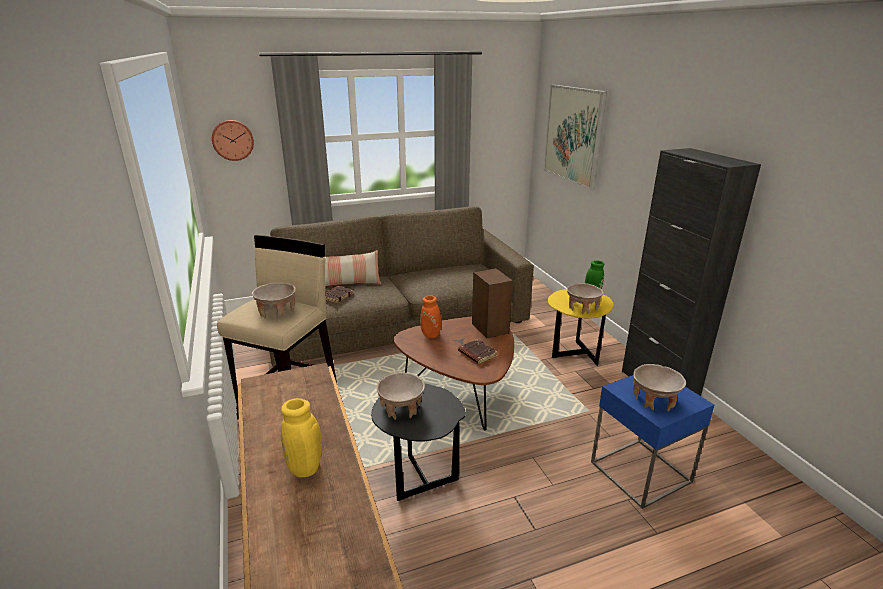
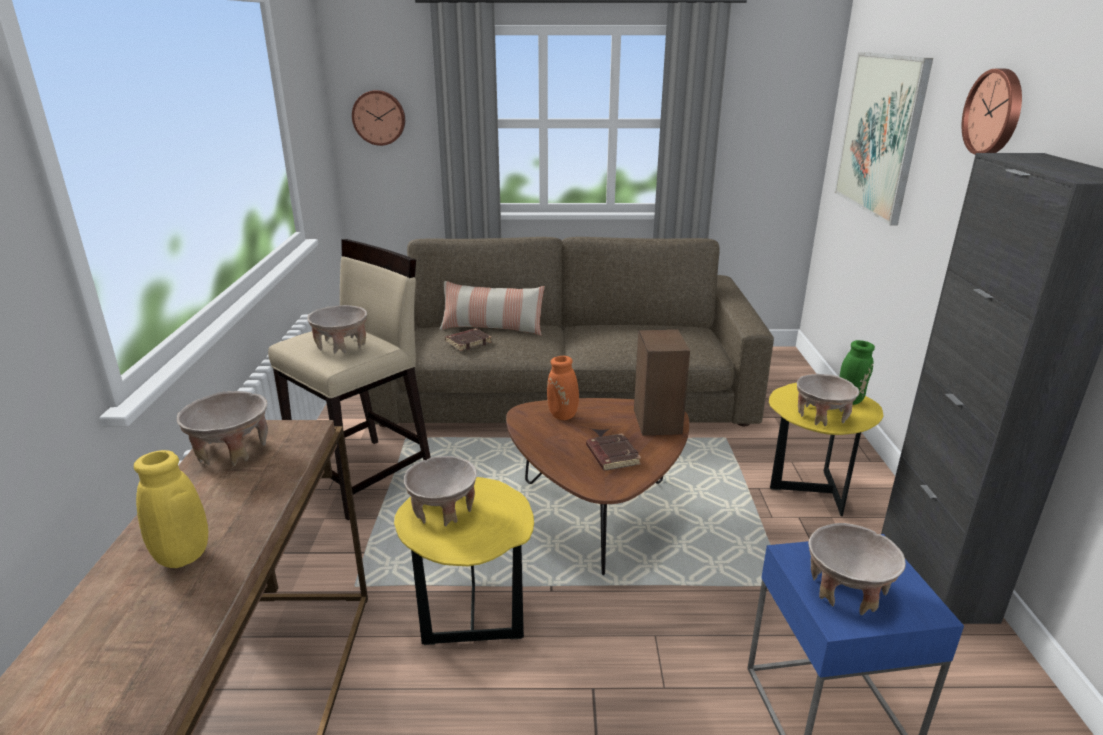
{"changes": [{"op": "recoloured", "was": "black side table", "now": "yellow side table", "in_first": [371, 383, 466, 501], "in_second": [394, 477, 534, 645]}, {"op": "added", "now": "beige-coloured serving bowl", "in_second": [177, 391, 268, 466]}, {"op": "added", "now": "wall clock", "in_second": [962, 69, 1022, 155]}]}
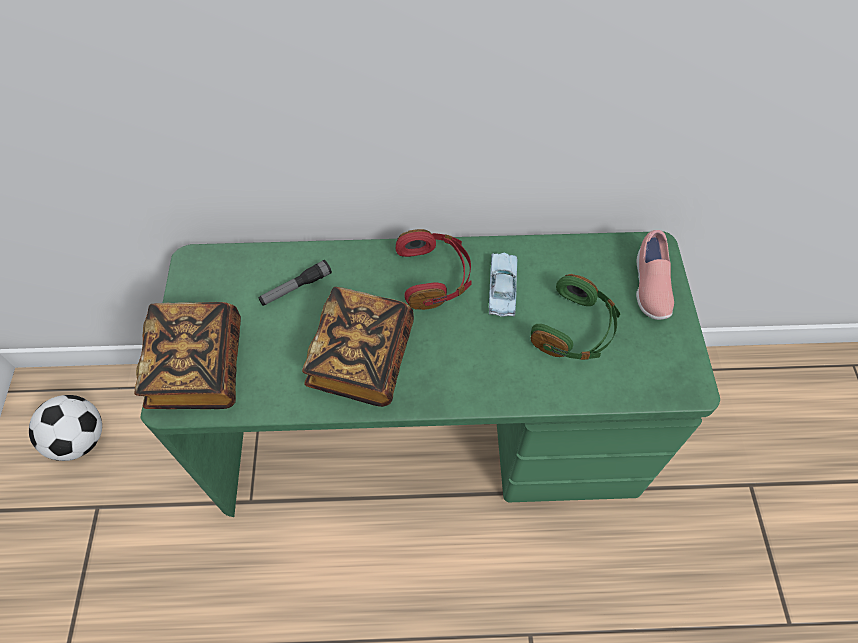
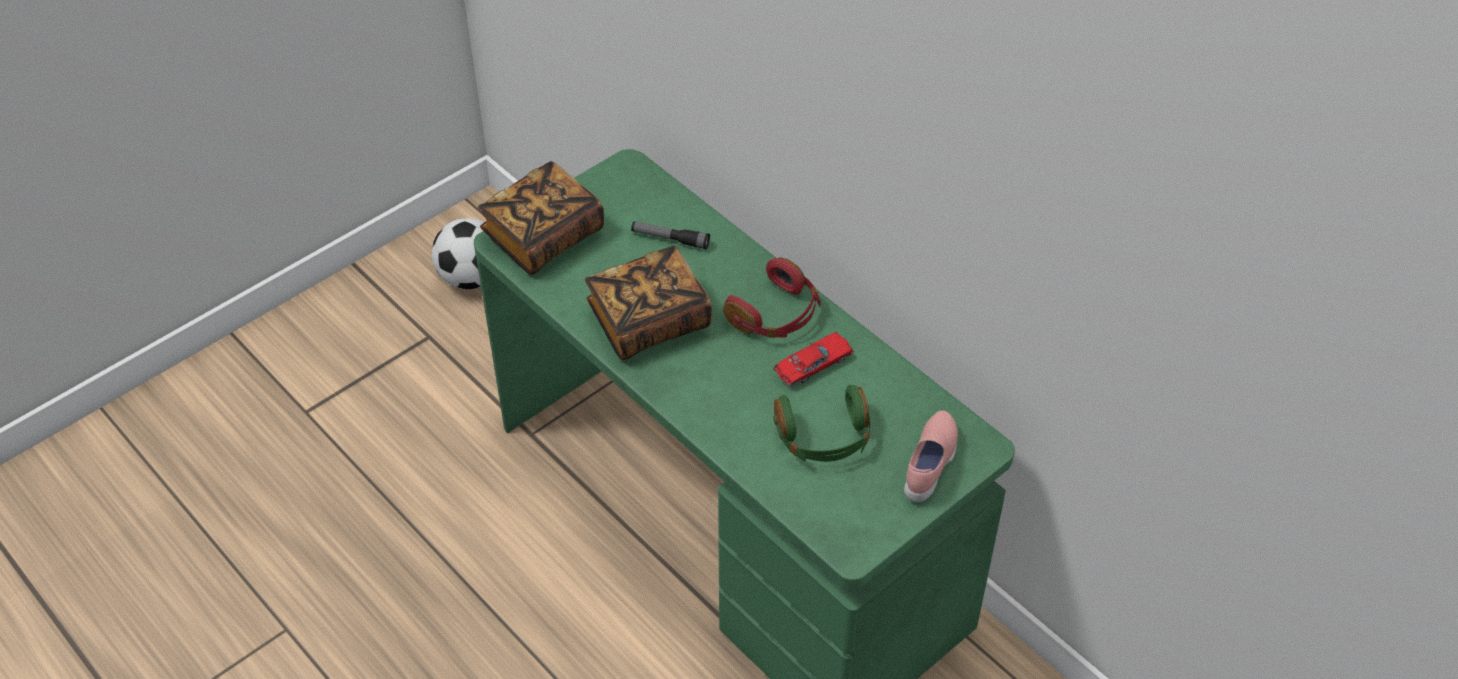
{"changes": [{"op": "recoloured", "was": "bluish toy car", "now": "reddish toy car", "in_first": [489, 253, 517, 317], "in_second": [773, 332, 854, 387]}, {"op": "turned", "was": "pinkish low shoe", "in_first": [636, 230, 674, 320], "in_second": [904, 410, 958, 502], "clockwise": 150}]}
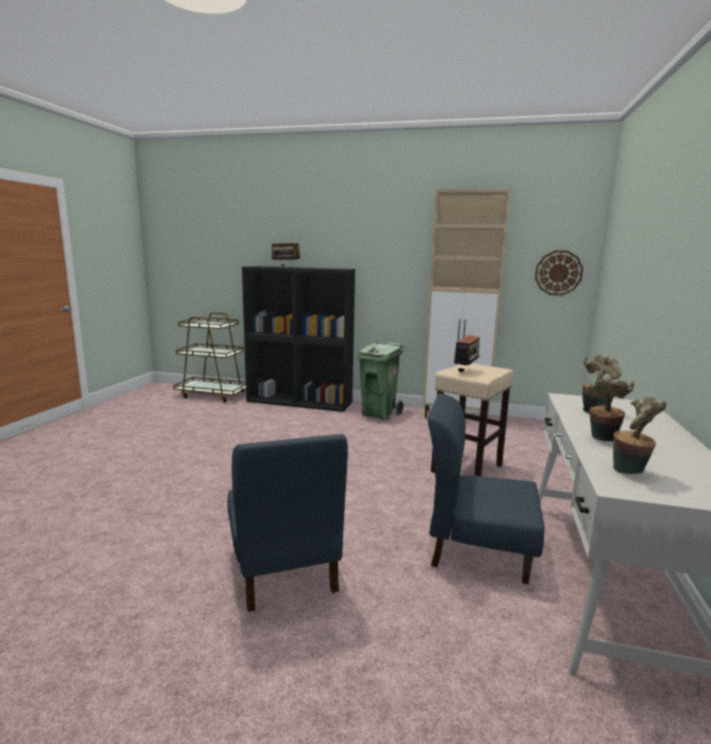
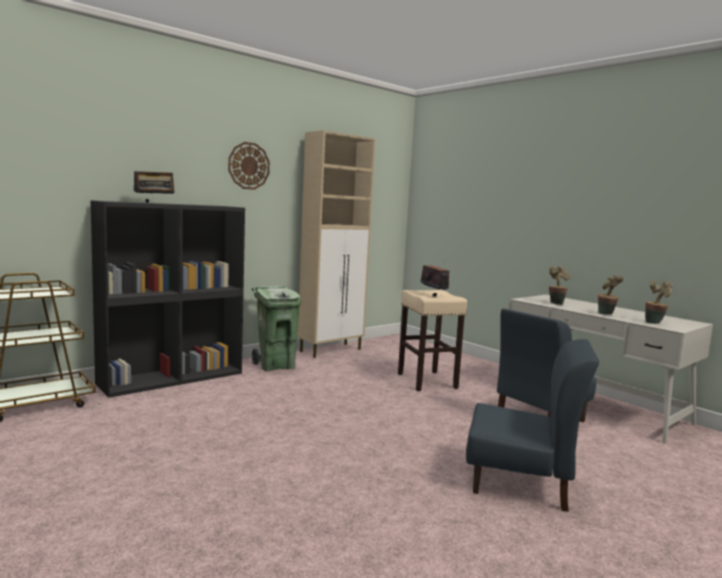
{"changes": [{"op": "moved", "was": "wall clock", "in_first": [535, 250, 583, 296], "in_second": [228, 142, 270, 190]}]}
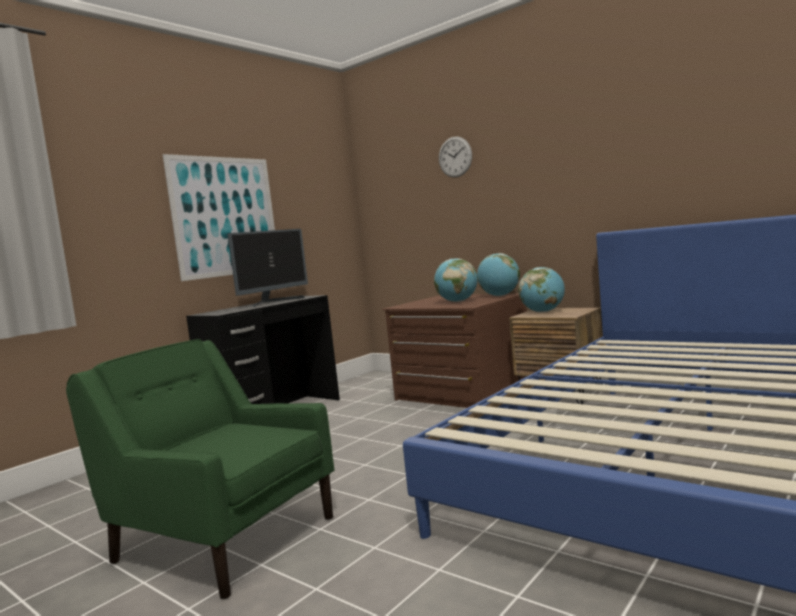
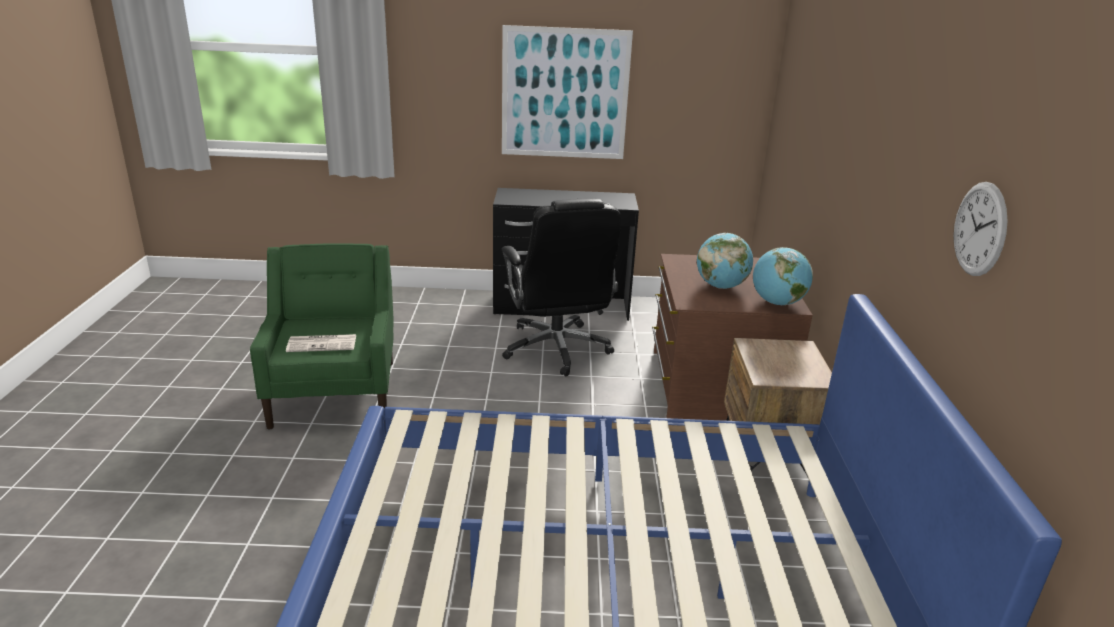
{"changes": [{"op": "removed", "was": "computer display", "in_first": [228, 229, 308, 307]}, {"op": "moved", "was": "wall clock", "in_first": [439, 136, 472, 178], "in_second": [954, 182, 1008, 276]}, {"op": "removed", "was": "globe", "in_first": [518, 267, 565, 313]}, {"op": "added", "now": "daily paper", "in_second": [286, 334, 356, 352]}, {"op": "added", "now": "black computer chair", "in_second": [502, 198, 621, 376]}]}
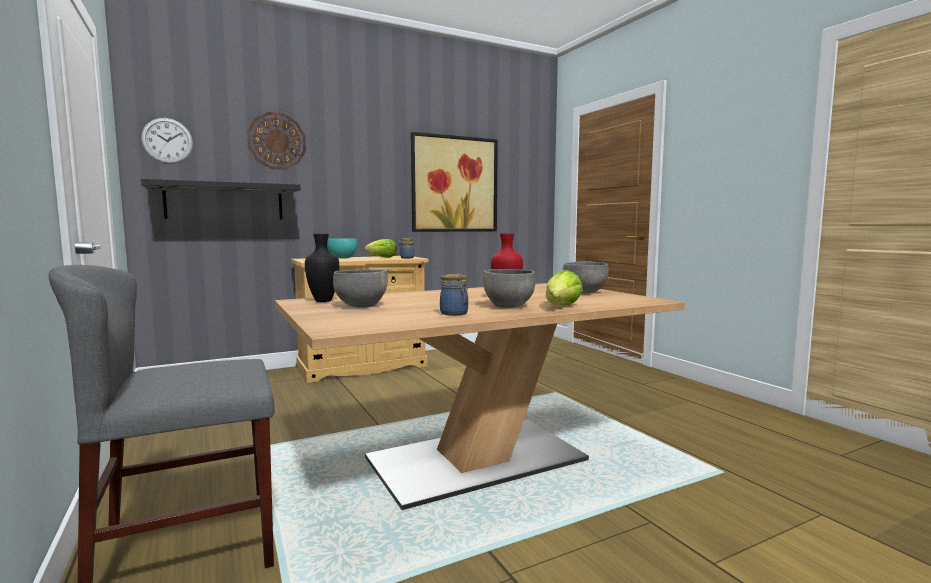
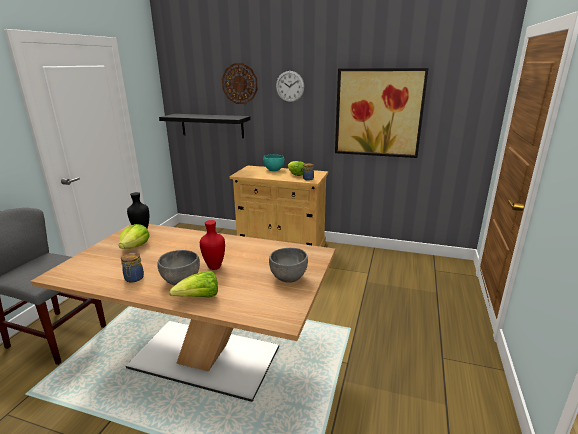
{"changes": [{"op": "moved", "was": "wall clock", "in_first": [141, 118, 193, 164], "in_second": [276, 71, 304, 102]}, {"op": "replaced", "was": "grey serving bowl", "now": "head of lettuce", "in_first": [333, 269, 388, 308], "in_second": [119, 224, 150, 249]}]}
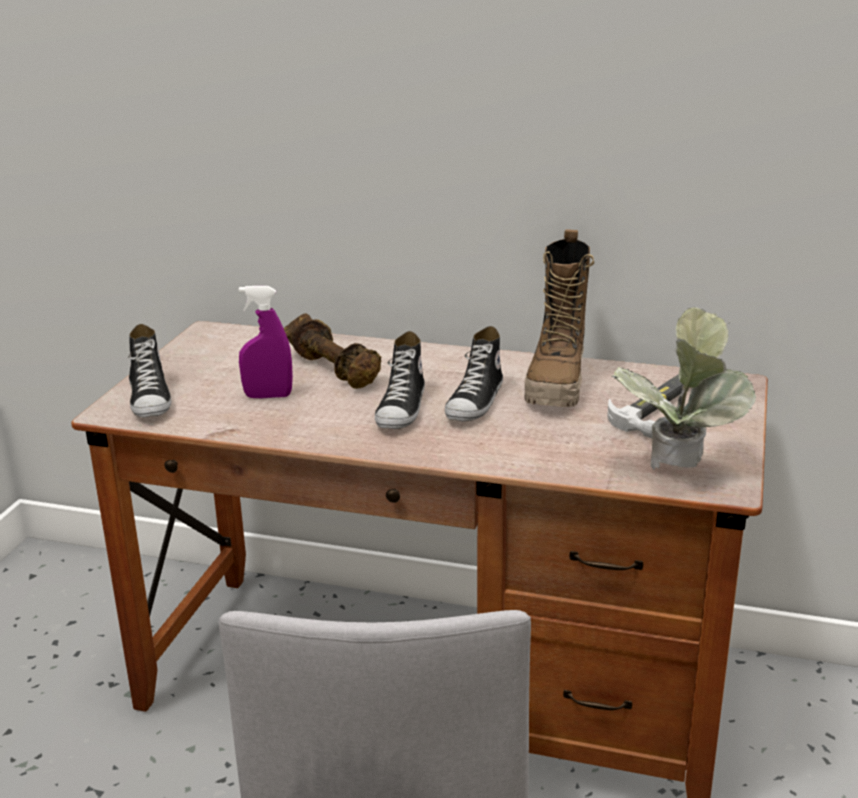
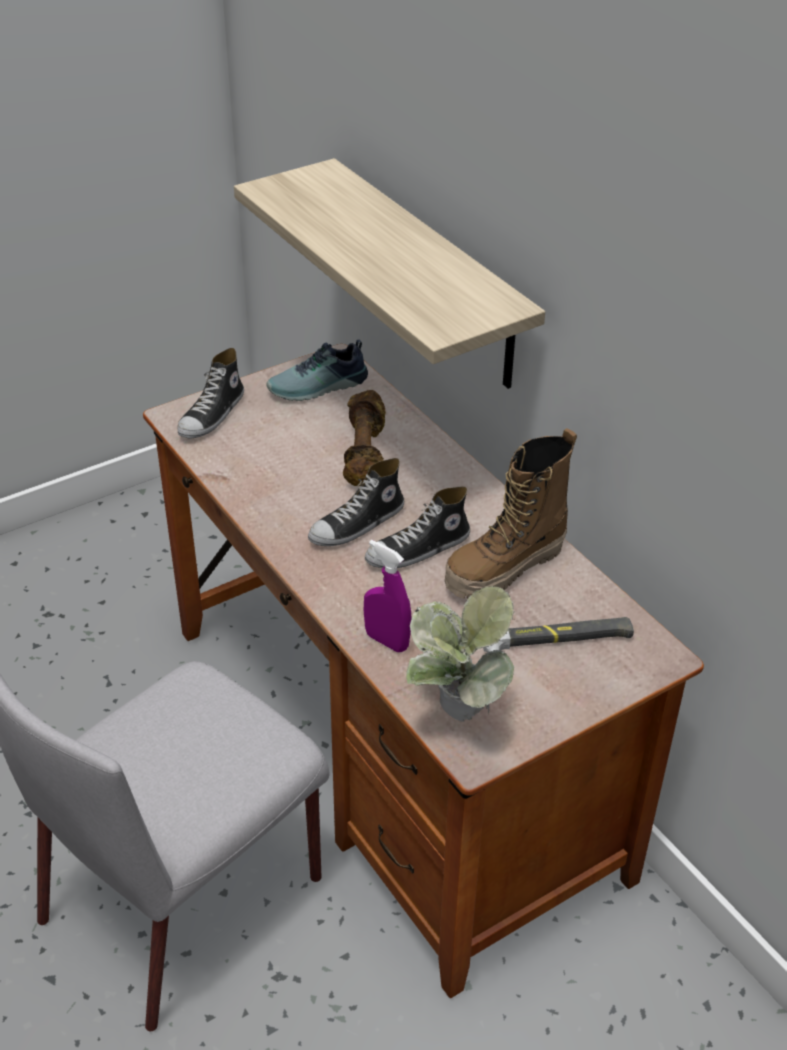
{"changes": [{"op": "moved", "was": "purple hand sprayer", "in_first": [239, 286, 293, 398], "in_second": [364, 540, 411, 652]}, {"op": "added", "now": "wall shelf", "in_second": [234, 158, 545, 389]}, {"op": "added", "now": "low shoe", "in_second": [266, 339, 368, 401]}]}
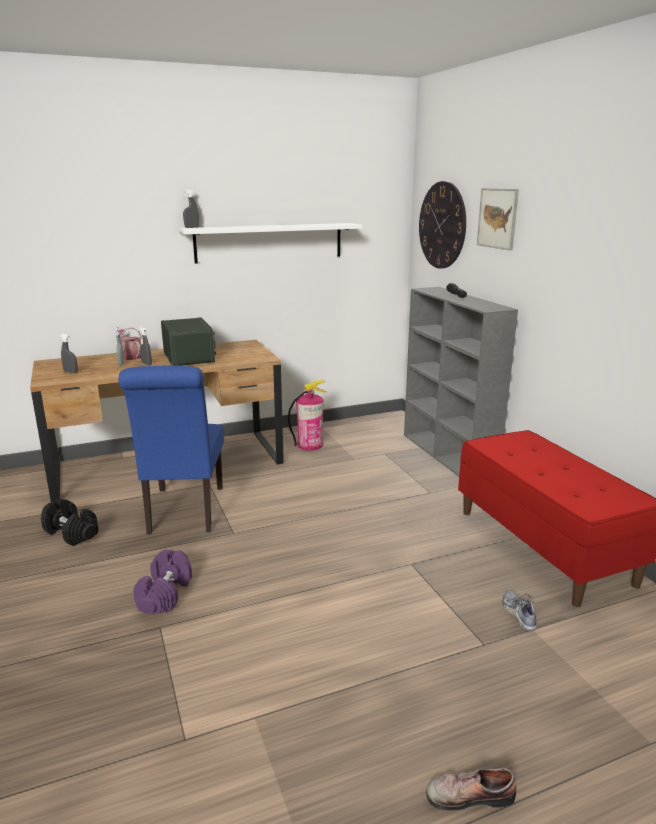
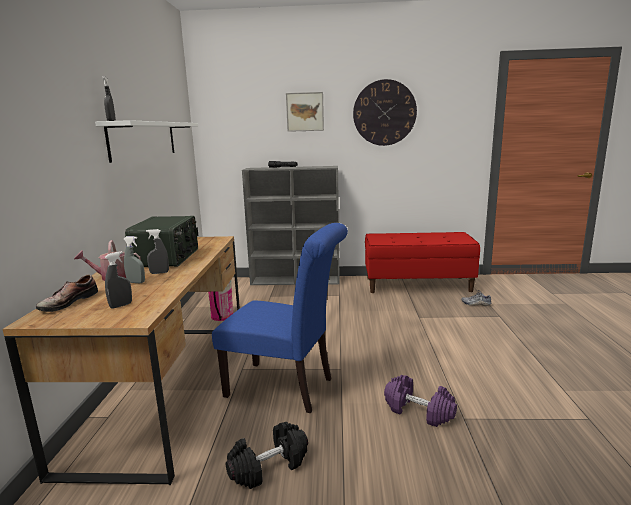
{"changes": [{"op": "turned", "was": "radio receiver", "in_first": [161, 317, 216, 366], "in_second": [125, 216, 198, 267], "clockwise": 90}, {"op": "moved", "was": "wall clock", "in_first": [419, 181, 466, 269], "in_second": [353, 79, 417, 146]}, {"op": "moved", "was": "low shoe", "in_first": [426, 768, 516, 811], "in_second": [36, 274, 98, 312]}]}
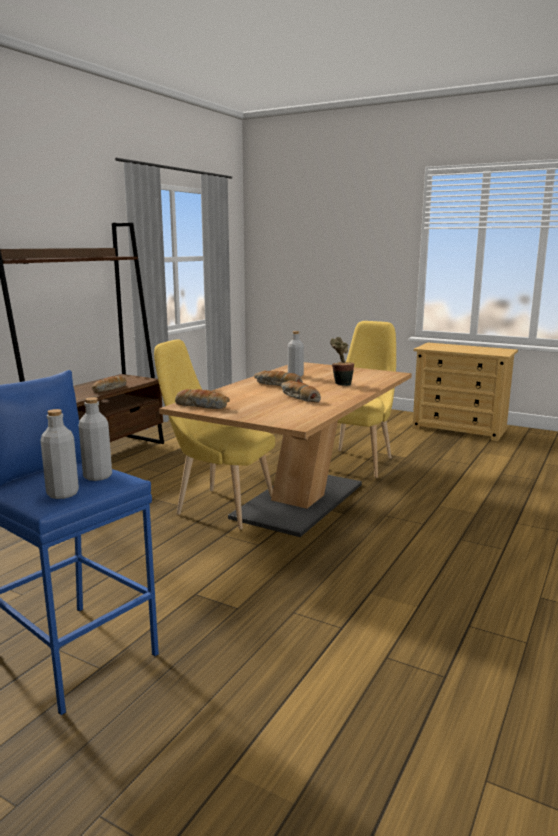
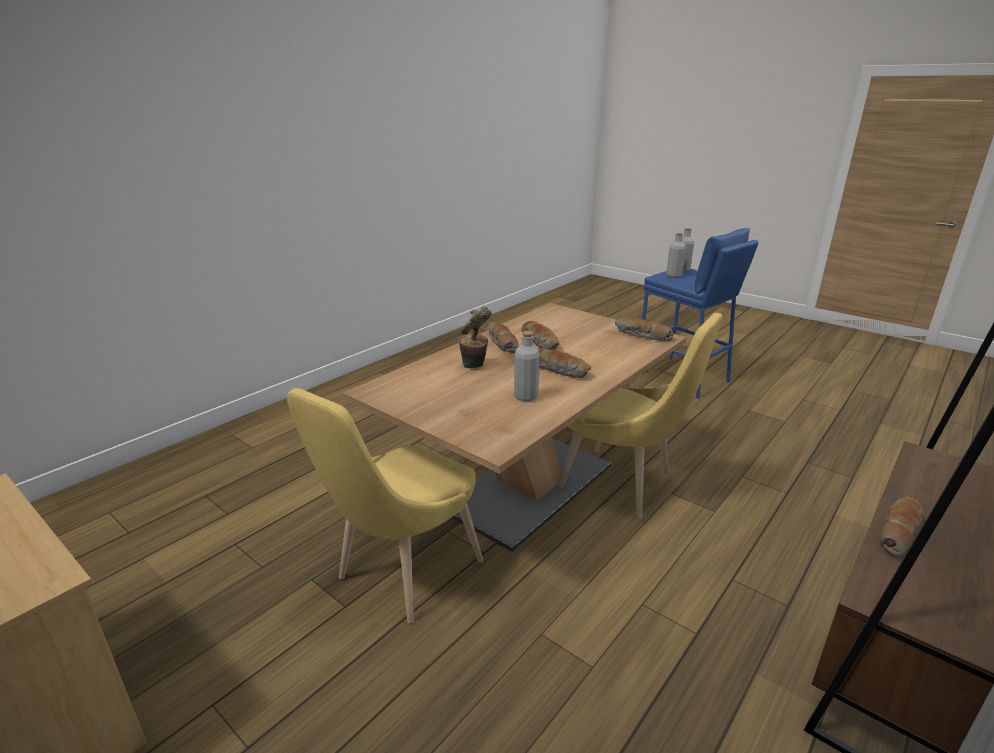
{"changes": [{"op": "added", "now": "baked bread", "in_second": [488, 321, 519, 353]}]}
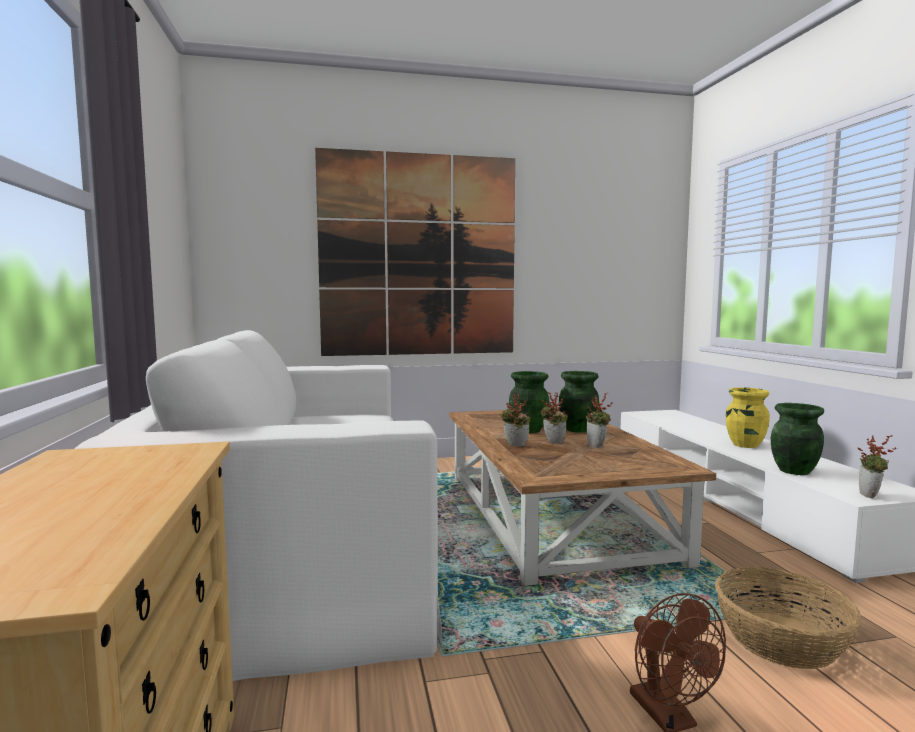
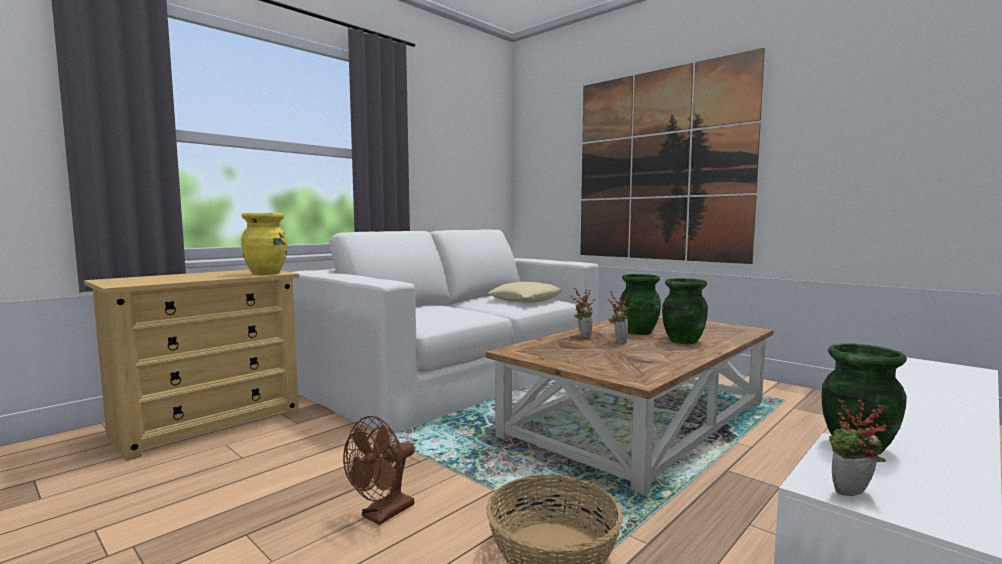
{"changes": [{"op": "removed", "was": "houseplant", "in_first": [586, 393, 613, 449]}, {"op": "moved", "was": "yellow vase", "in_first": [726, 387, 770, 448], "in_second": [241, 213, 287, 275]}, {"op": "added", "now": "beige-coloured cushion", "in_second": [488, 281, 562, 303]}]}
